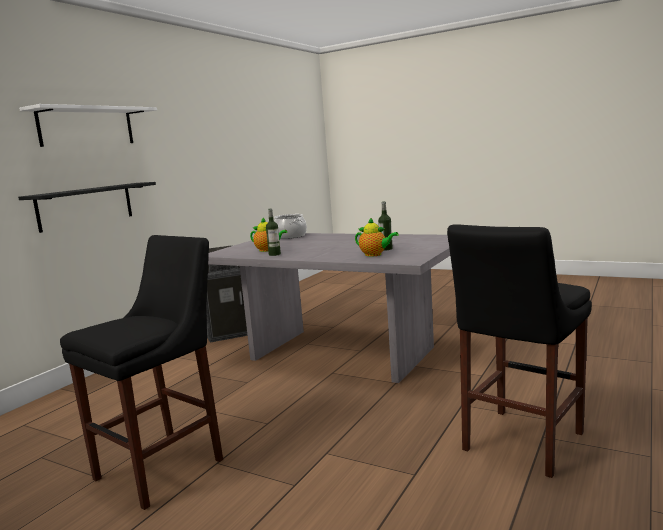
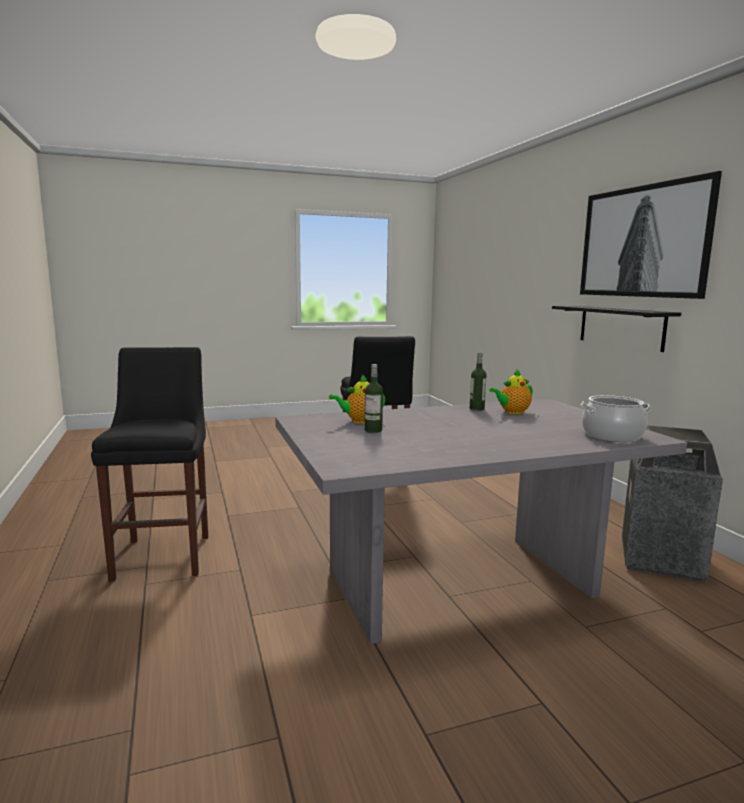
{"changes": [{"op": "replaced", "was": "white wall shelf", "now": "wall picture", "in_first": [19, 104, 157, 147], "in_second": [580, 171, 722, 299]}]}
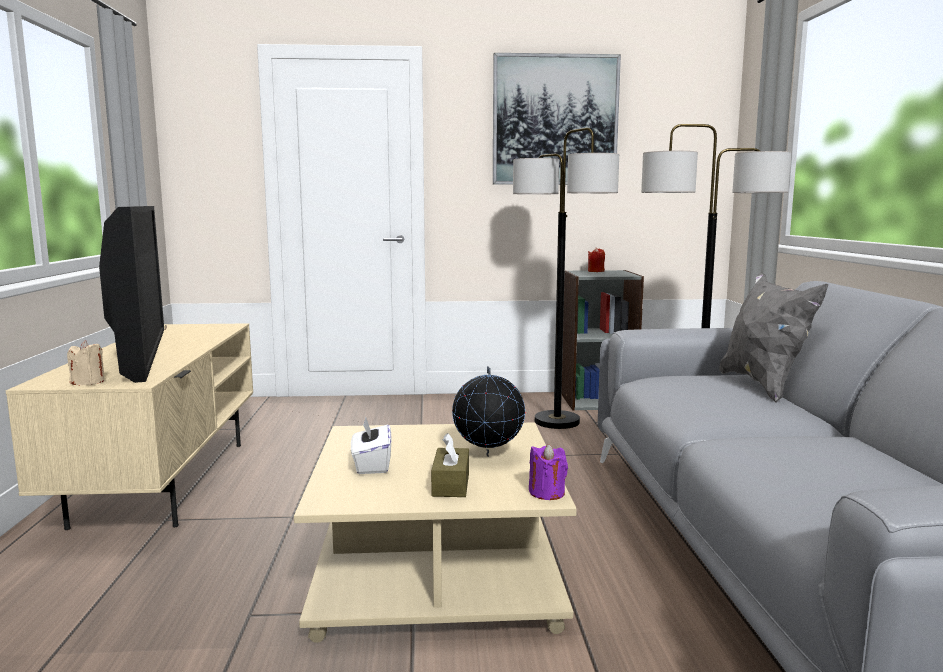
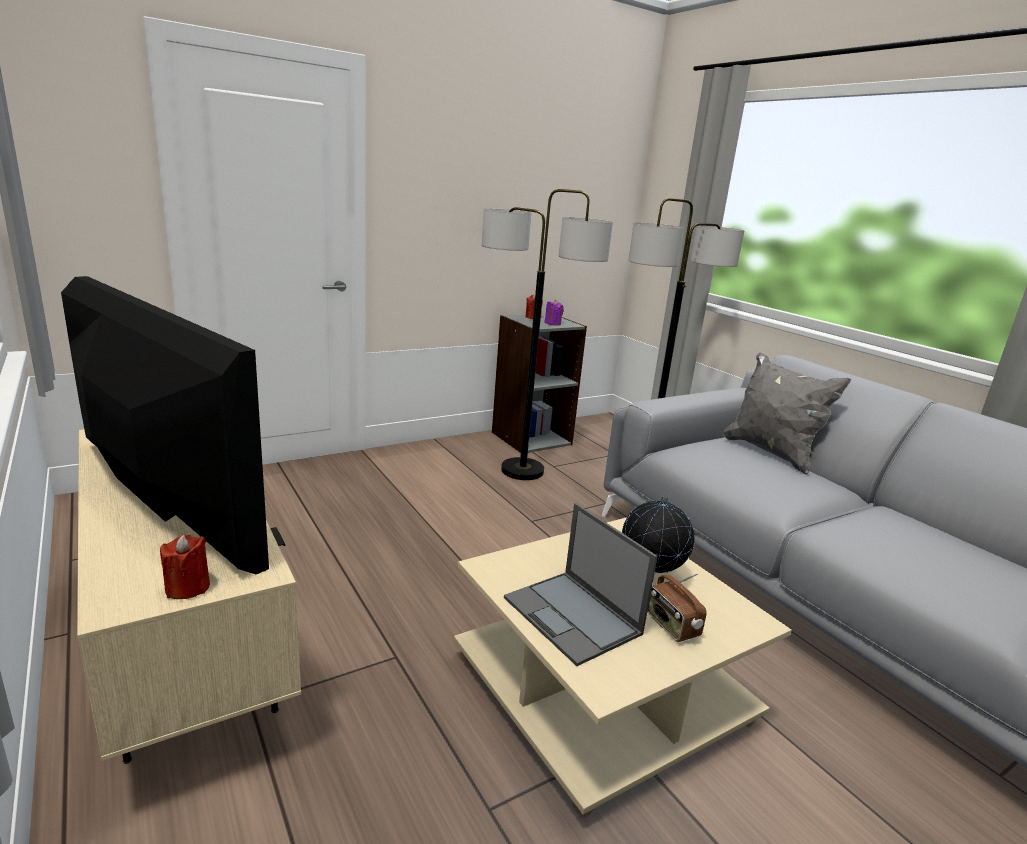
{"changes": [{"op": "recoloured", "was": "beige-coloured wax candle", "now": "reddish wax candle", "in_first": [67, 340, 104, 385], "in_second": [160, 535, 210, 599]}, {"op": "replaced", "was": "white tissue holder", "now": "portable computer", "in_first": [351, 416, 391, 474], "in_second": [504, 503, 658, 666]}, {"op": "replaced", "was": "brown tissue holder", "now": "radio receiver", "in_first": [431, 433, 469, 497], "in_second": [647, 573, 707, 642]}, {"op": "removed", "was": "wall picture", "in_first": [493, 53, 621, 185]}, {"op": "moved", "was": "purple wax candle", "in_first": [529, 444, 568, 500], "in_second": [544, 300, 564, 325]}]}
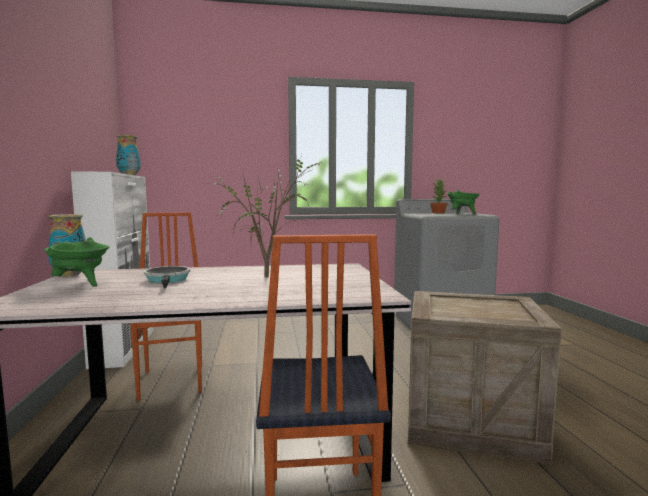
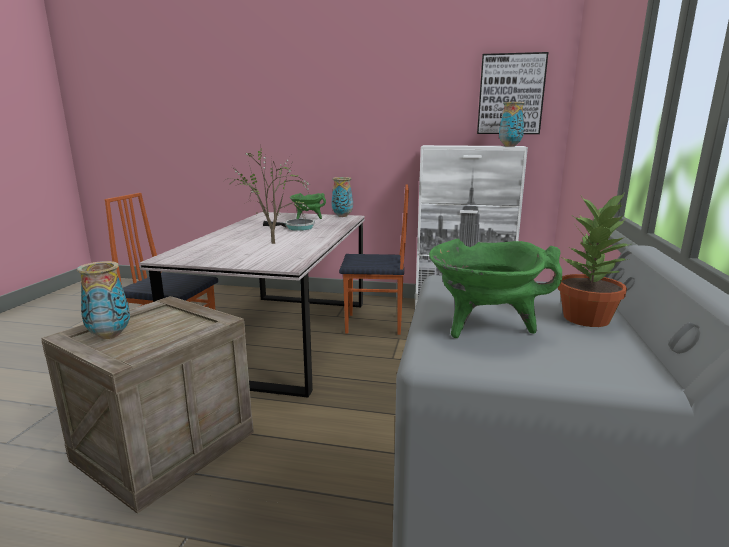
{"changes": [{"op": "added", "now": "vase", "in_second": [77, 261, 130, 339]}, {"op": "added", "now": "wall picture", "in_second": [477, 52, 548, 134]}]}
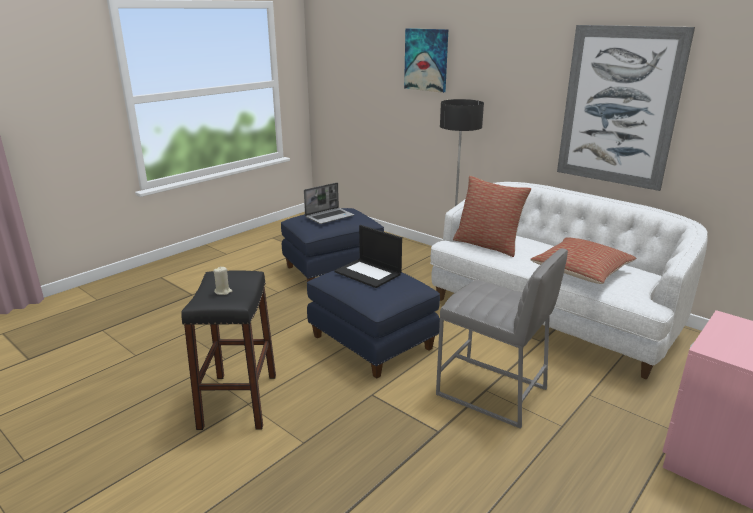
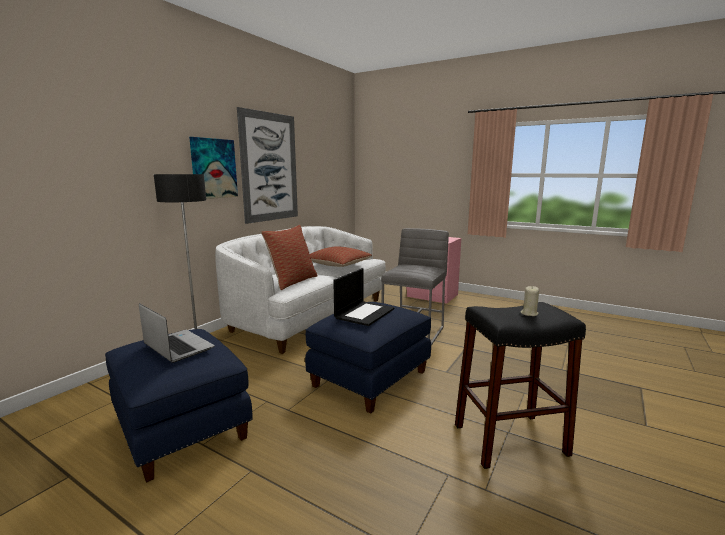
{"changes": [{"op": "moved", "was": "wall picture", "in_first": [404, 28, 448, 93], "in_second": [189, 137, 238, 199]}]}
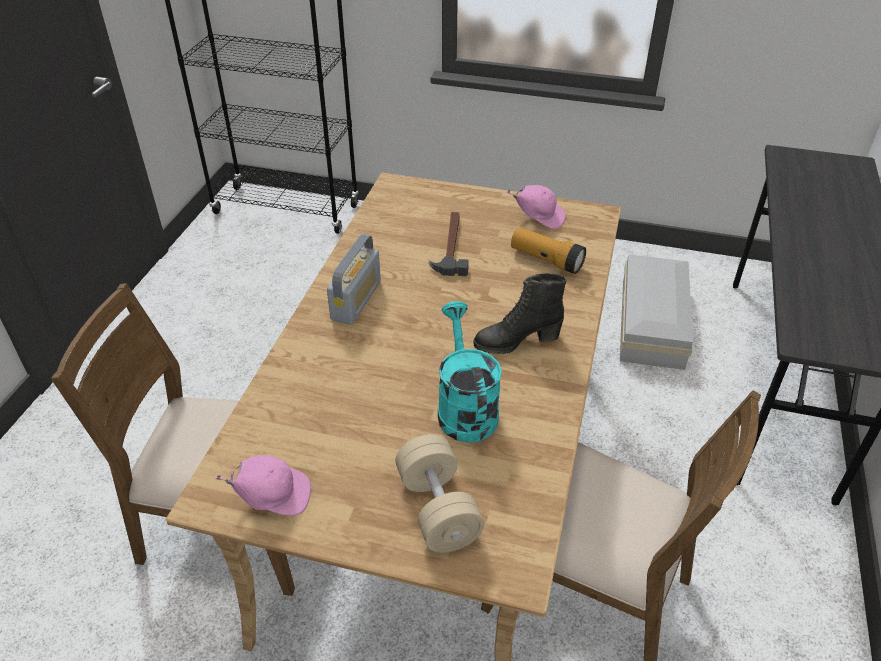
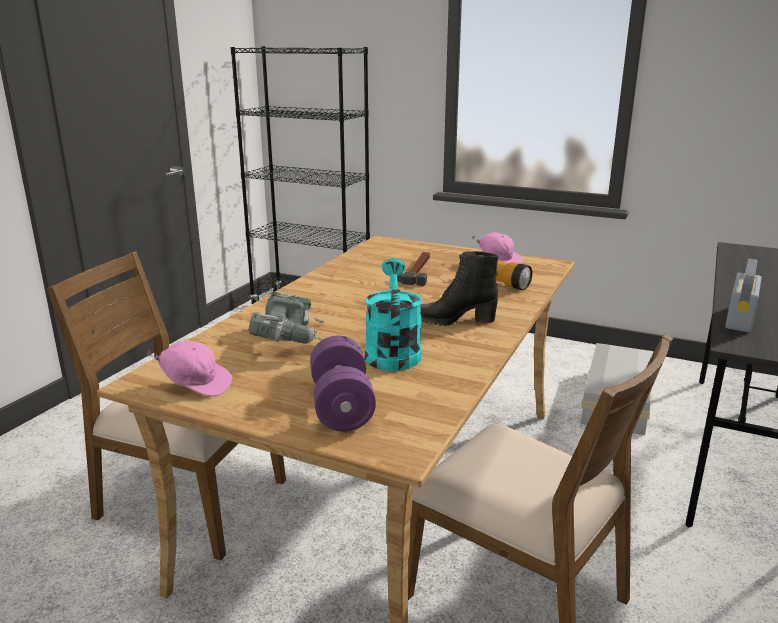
{"changes": [{"op": "moved", "was": "radio receiver", "in_first": [327, 234, 381, 325], "in_second": [725, 259, 762, 332]}, {"op": "recoloured", "was": "beige-coloured free weight", "now": "purple free weight", "in_first": [395, 434, 484, 553], "in_second": [310, 336, 376, 432]}, {"op": "added", "now": "electric drill", "in_second": [249, 292, 325, 344]}]}
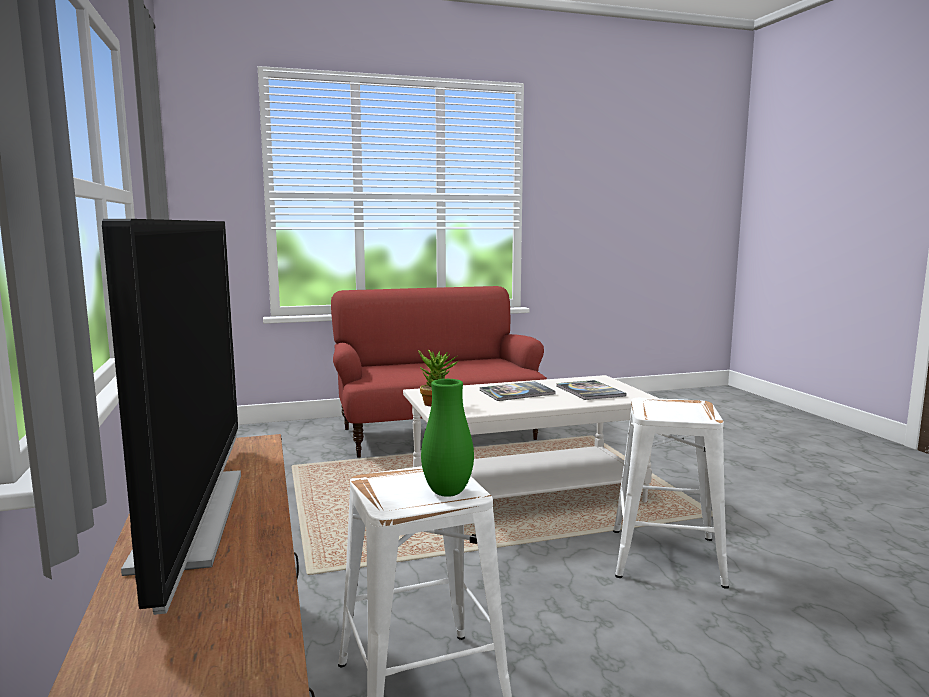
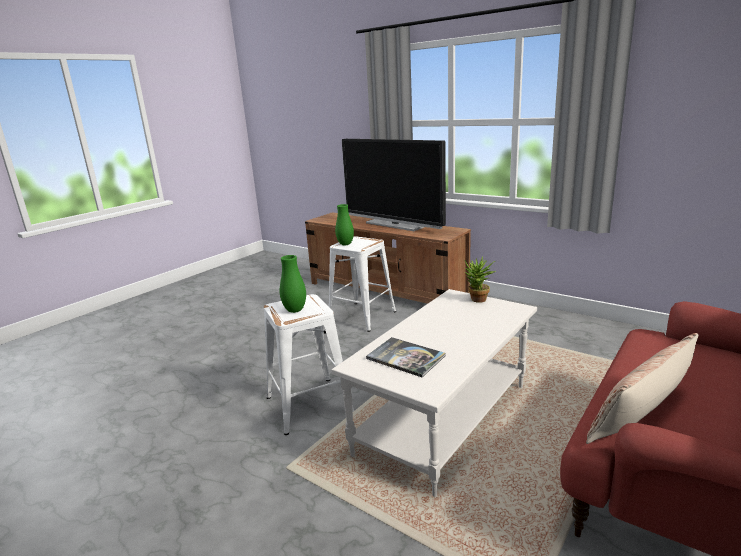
{"changes": [{"op": "removed", "was": "volume", "in_first": [480, 381, 555, 401]}, {"op": "added", "now": "green-coloured vase", "in_second": [280, 255, 306, 313]}, {"op": "added", "now": "cushion", "in_second": [586, 333, 698, 444]}]}
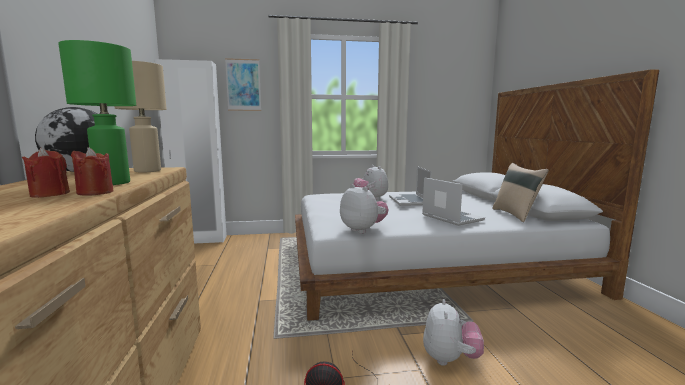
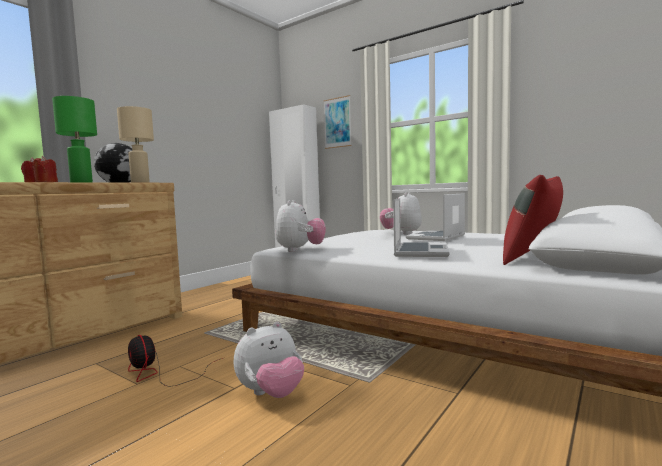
{"changes": [{"op": "recoloured", "was": "beige-coloured cushion", "now": "reddish cushion", "in_first": [493, 163, 549, 222], "in_second": [503, 175, 563, 265]}]}
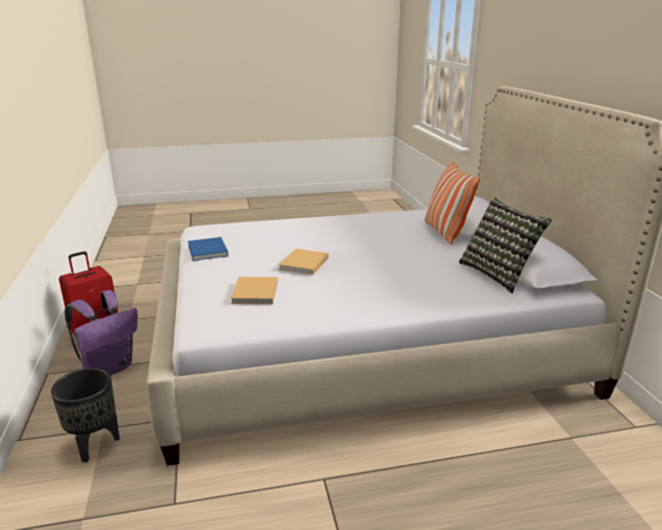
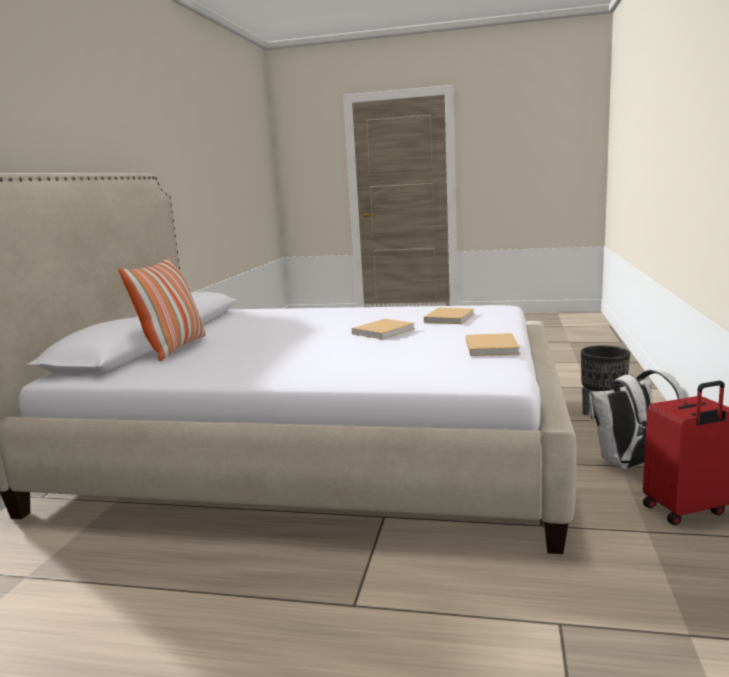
{"changes": [{"op": "recoloured", "was": "purple knapsack", "now": "white knapsack", "in_first": [65, 290, 138, 375], "in_second": [588, 370, 684, 469]}, {"op": "recoloured", "was": "bluish volume", "now": "beige-coloured volume", "in_first": [188, 237, 228, 261], "in_second": [466, 333, 520, 356]}, {"op": "removed", "was": "cushion", "in_first": [459, 197, 552, 293]}]}
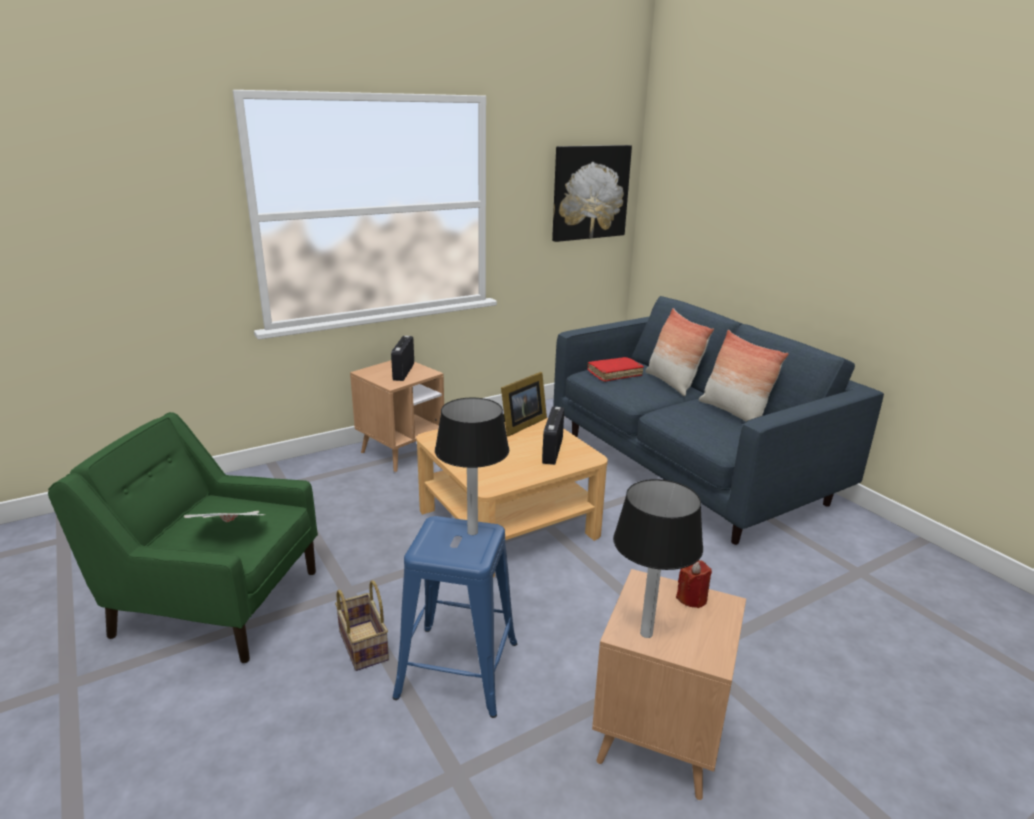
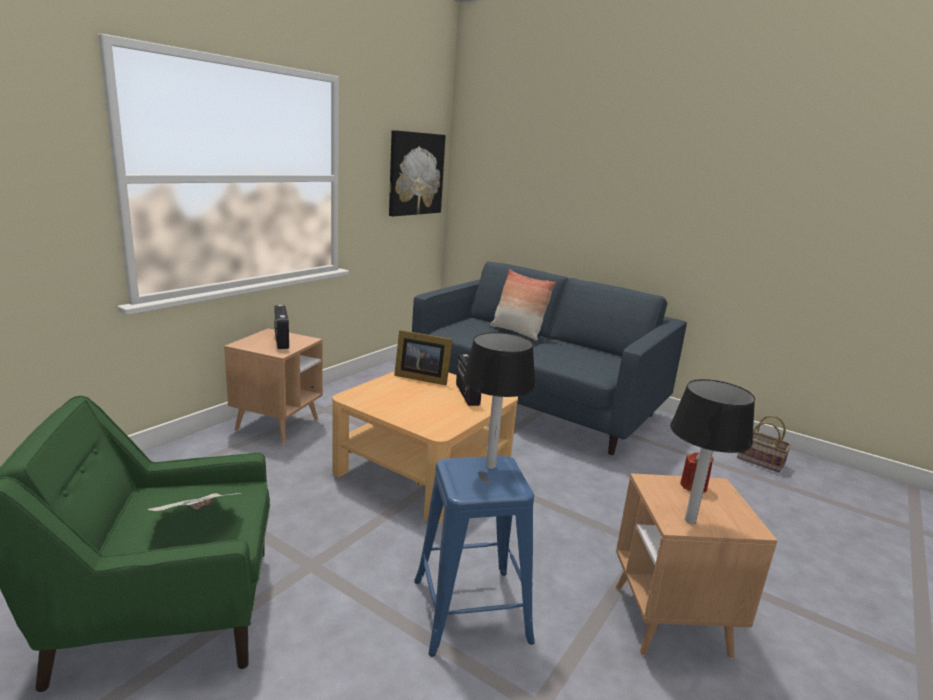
{"changes": [{"op": "moved", "was": "storage basket", "in_first": [335, 580, 389, 671], "in_second": [737, 415, 792, 473]}, {"op": "turned", "was": "photo frame", "in_first": [501, 372, 547, 436], "in_second": [394, 330, 452, 385], "clockwise": 90}, {"op": "removed", "was": "reddish volume", "in_first": [587, 357, 644, 382]}, {"op": "removed", "was": "cushion", "in_first": [699, 330, 789, 421]}]}
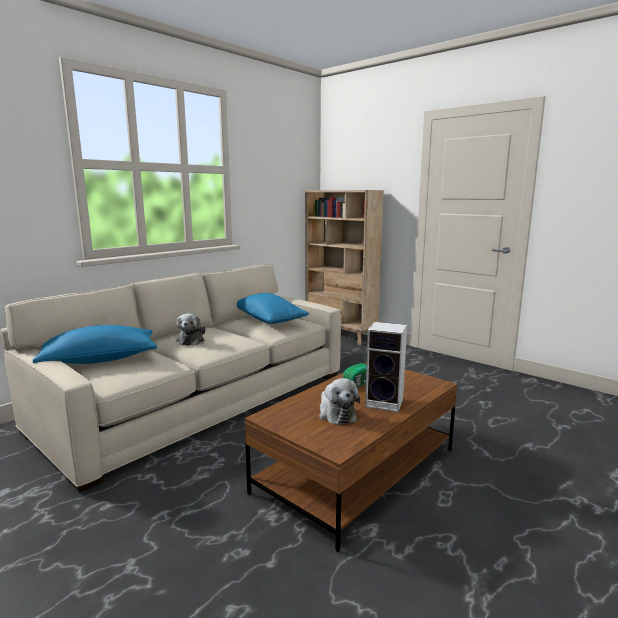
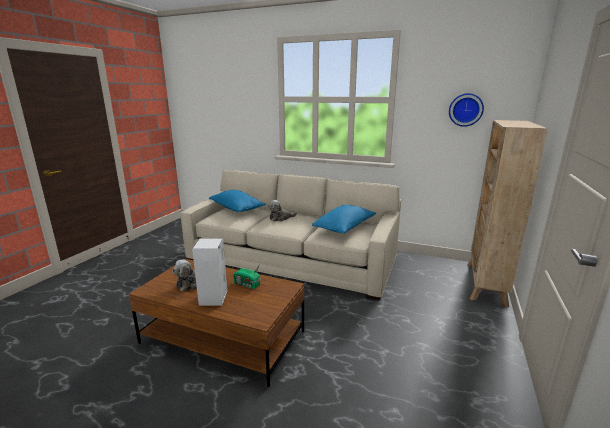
{"changes": [{"op": "added", "now": "wall clock", "in_second": [449, 93, 484, 127]}]}
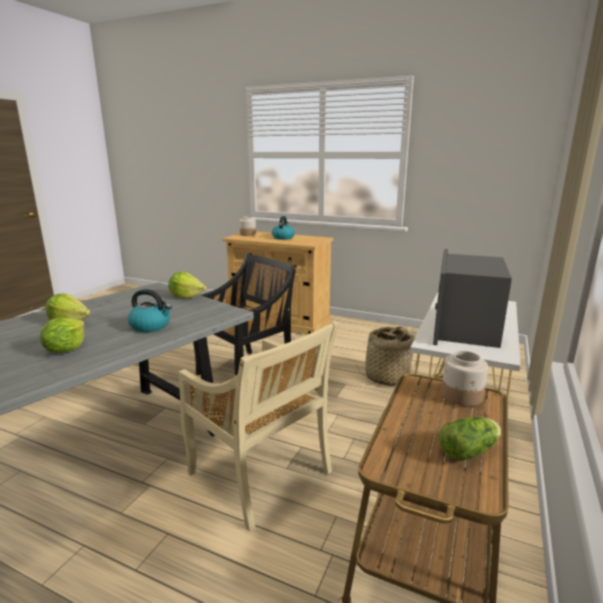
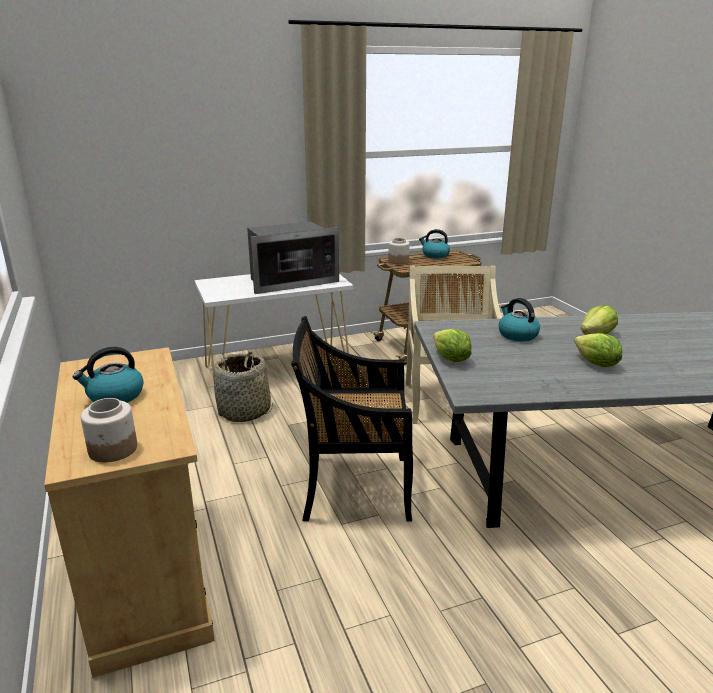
{"changes": [{"op": "replaced", "was": "head of lettuce", "now": "kettle", "in_first": [439, 417, 501, 461], "in_second": [419, 229, 450, 258]}]}
